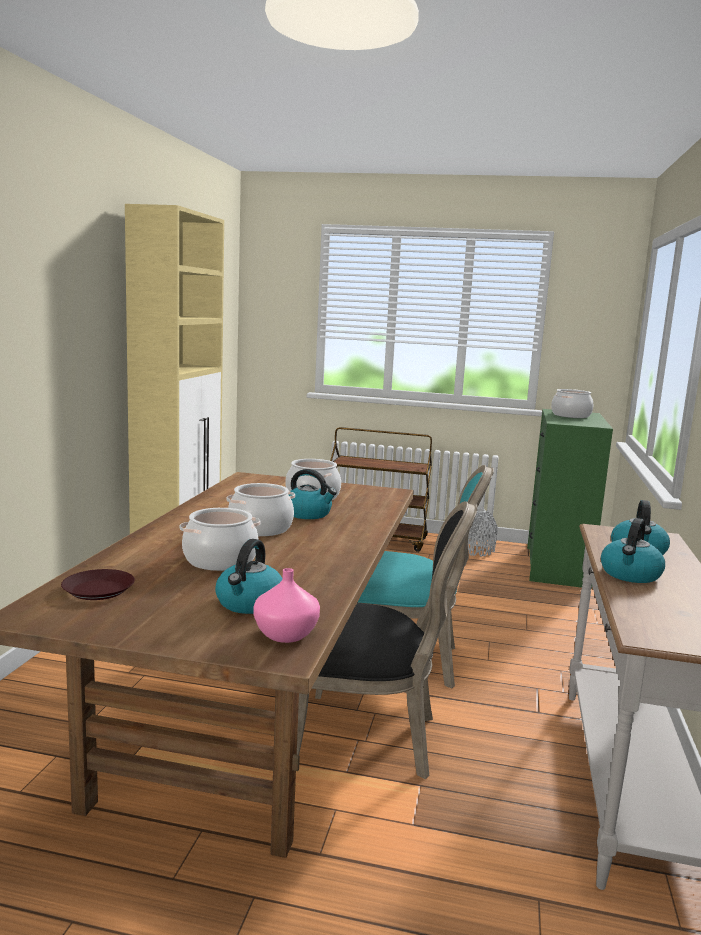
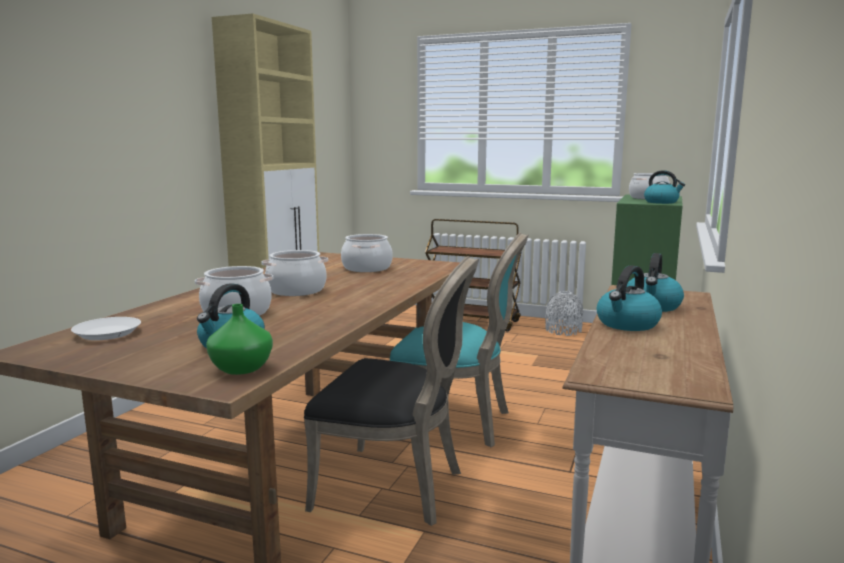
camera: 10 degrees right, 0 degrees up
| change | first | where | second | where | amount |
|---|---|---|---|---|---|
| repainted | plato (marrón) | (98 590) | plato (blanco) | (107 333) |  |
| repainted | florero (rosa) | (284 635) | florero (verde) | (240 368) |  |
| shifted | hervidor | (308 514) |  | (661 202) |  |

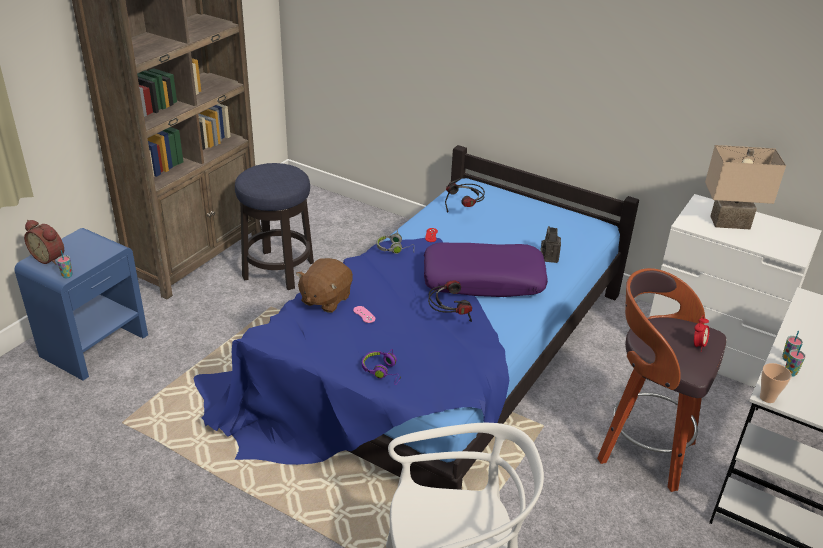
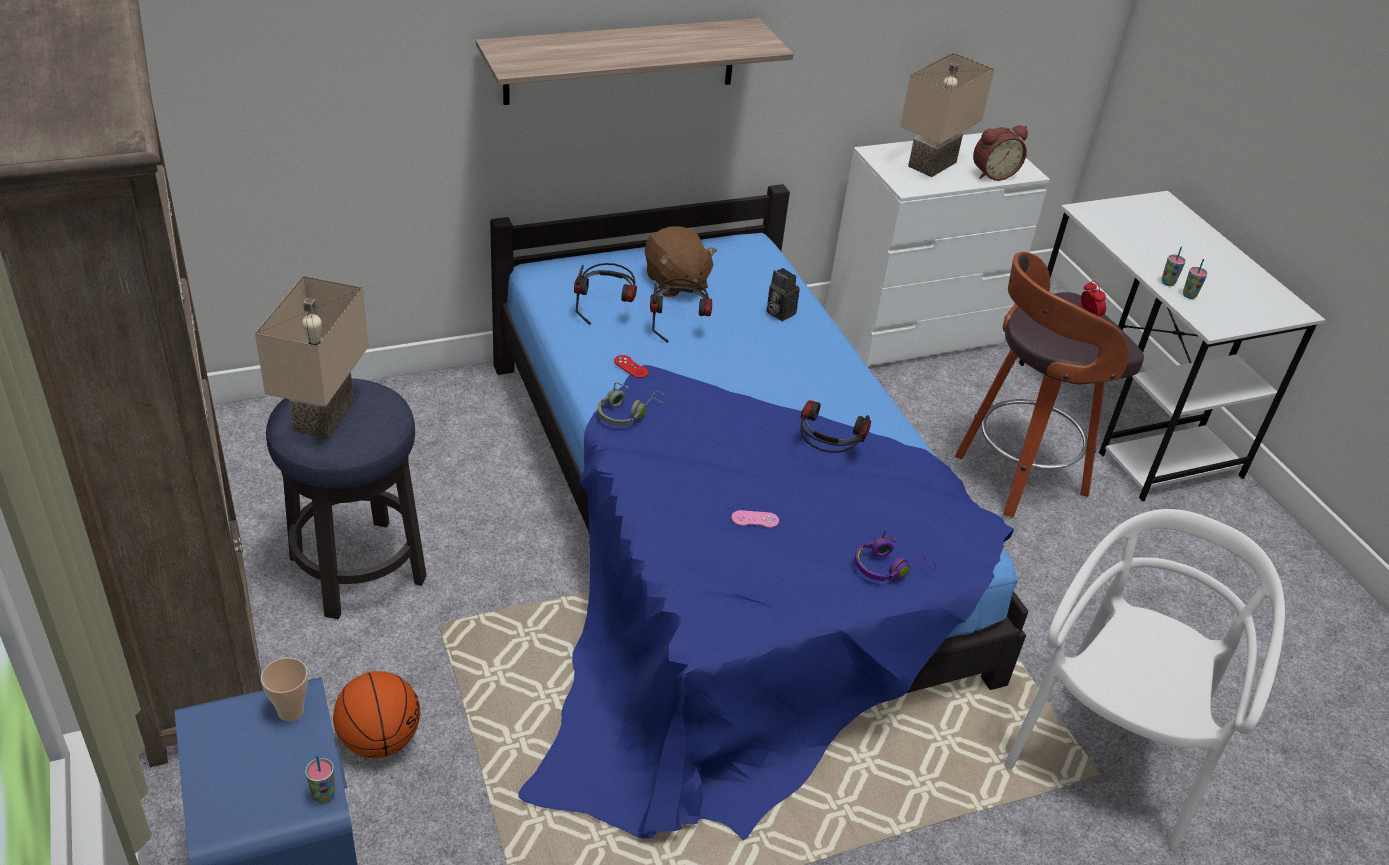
camera: 55 degrees left, 5 degrees up
| change | first | where | second | where | amount |
|---|---|---|---|---|---|
| new |  |  | lámpara de mesa (beis) | (327 418) |  |
| shifted | taza | (767 398) |  | (291 711) |  |
| new |  |  | balón de baloncesto | (379 739) |  |
| new |  |  | estante | (621 61) |  |
| shifted | peluche (marrón) | (325 299) |  | (675 282) |  |
| new |  |  | auriculares | (678 327) |  |
| shifted | despertador | (50 258) |  | (992 173) |  |
| gone | cojín (morado) | (483 280) |  |  |  |

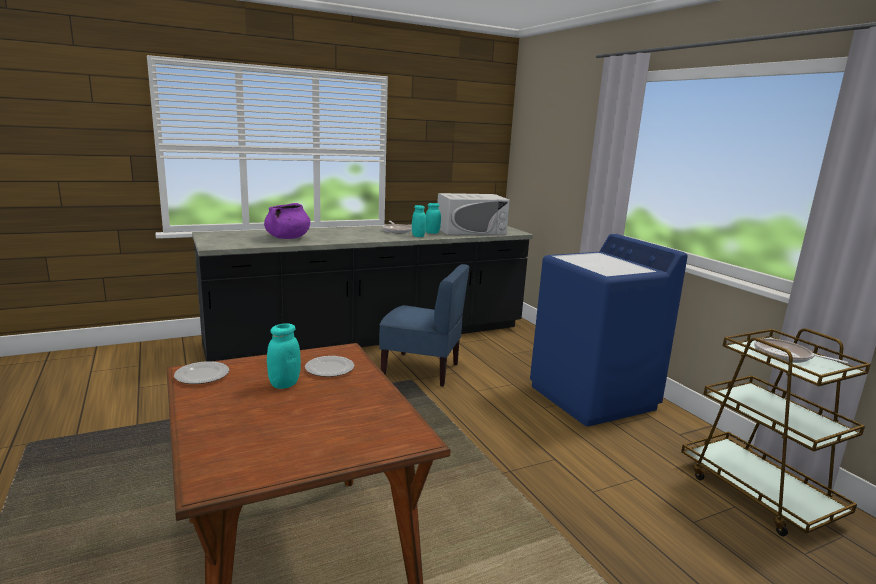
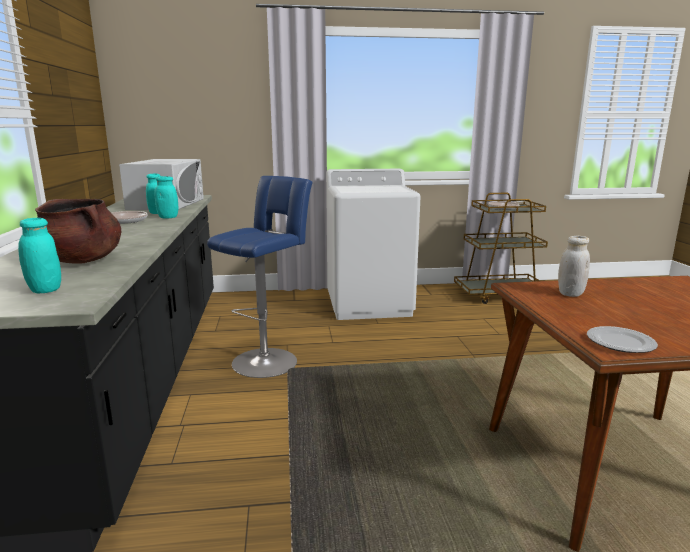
camera: 70 degrees left, 0 degrees up
| change | first | where | second | where | amount |
|---|---|---|---|---|---|
| shifted | tarro (turquesa) | (284 384) |  | (45 290) |  |
| repainted | olla (morado) | (287 238) | olla (marrón) | (82 261) |  |
| swapped | silla (azul) | (421 370) | taburete (azul) | (268 360) |  |
| repainted | lavadora (azul) | (592 397) | lavadora (blanco) | (369 304) |  |
| swapped | plato | (329 369) | tarro (blanco) | (570 293) |  |

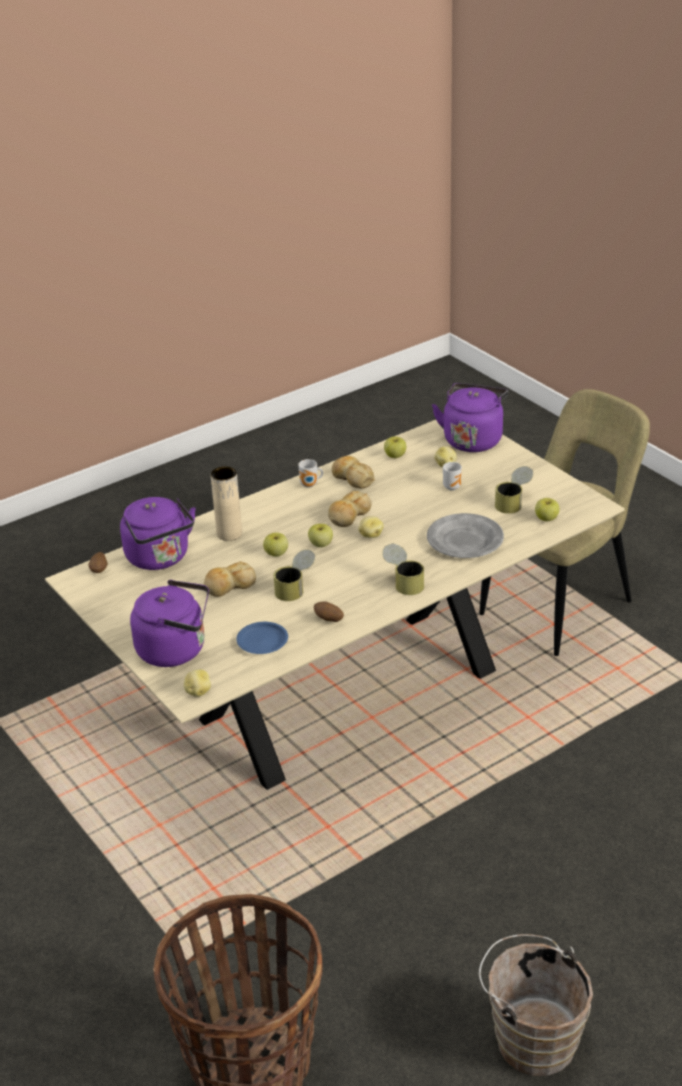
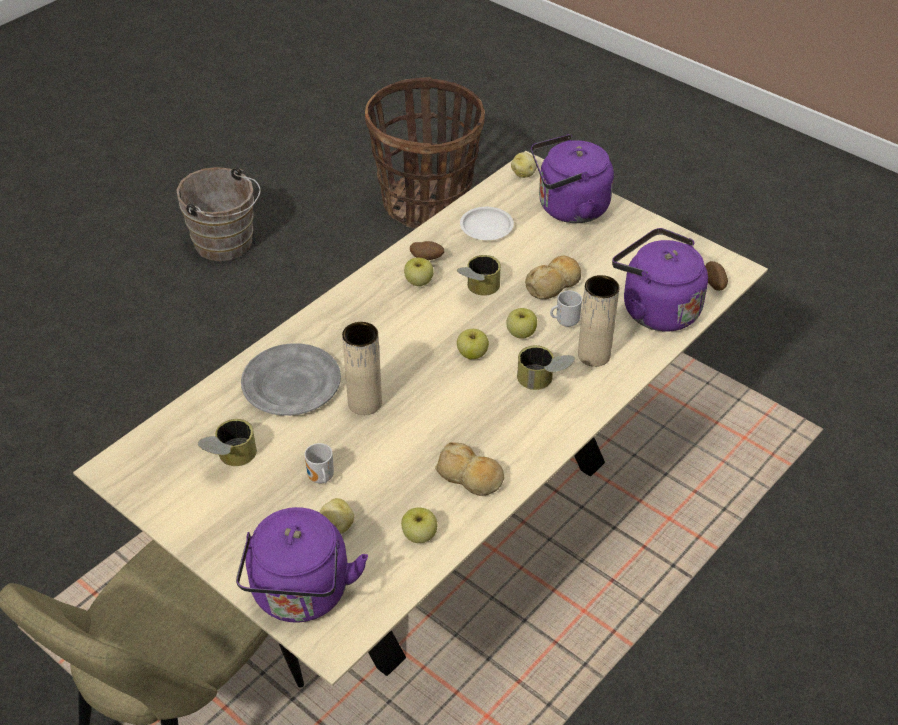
camera: 165 degrees right, 10 degrees up
| change | first | where | second | where | amount |
|---|---|---|---|---|---|
| new |  |  | florero (beis) | (365 403) |  |
| shifted | manzana | (546 518) |  | (418 282) |  |
| repainted | plato (azul) | (263 641) | plato (blanco) | (486 227) |  |
| shifted | lata | (403 582) |  | (544 382) |  |
| shifted | taza grande | (310 485) |  | (565 322) |  |
| gone | pan | (349 516) |  |  |  |
| gone | patata | (370 535) |  |  |  |

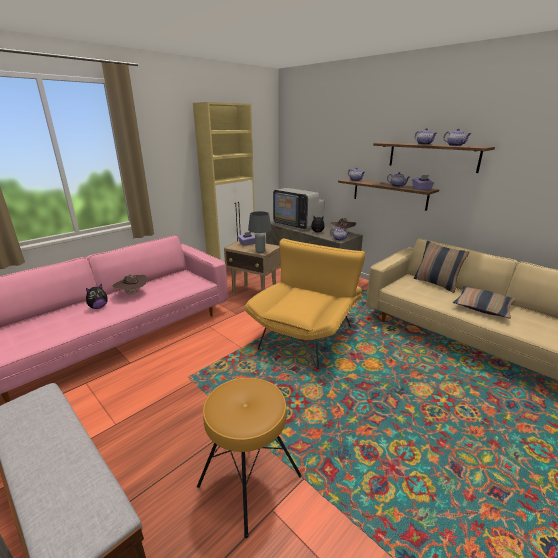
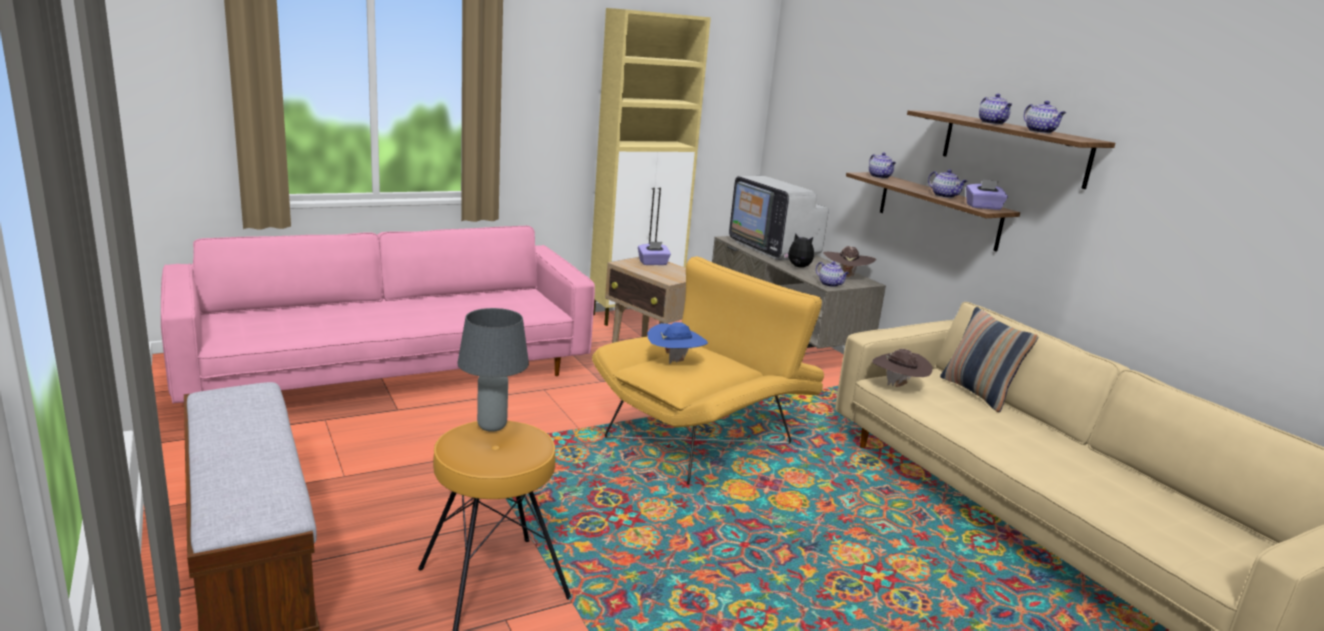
camera: 15 degrees right, 5 degrees down
| change | first | where | second | where | amount |
|---|---|---|---|---|---|
| shifted | lámpara de mesa (gris) | (260 252) |  | (491 426) |  |
| new |  |  | sombrero (azul) | (675 361) |  |
| shifted | sombrero (marrón) | (133 294) |  | (898 387) |  |
| gone | peluche | (98 307) |  |  |  |
| gone | cojín | (483 307) |  |  |  |

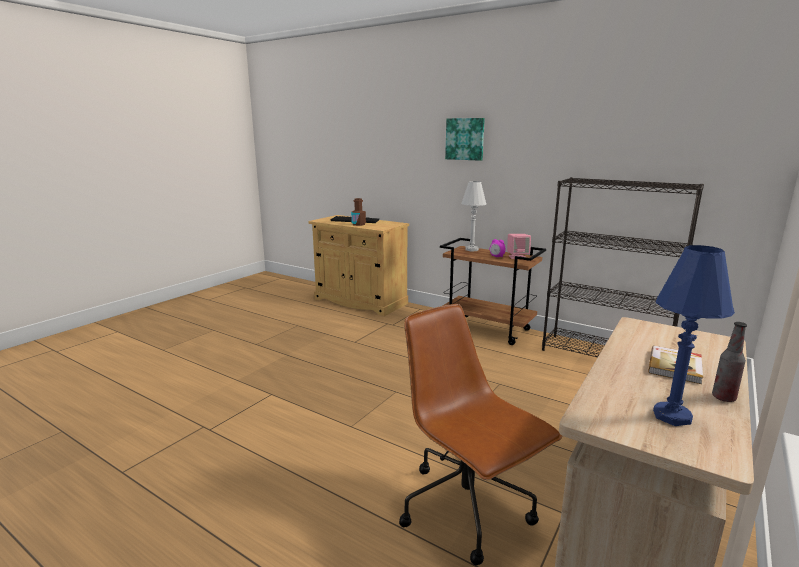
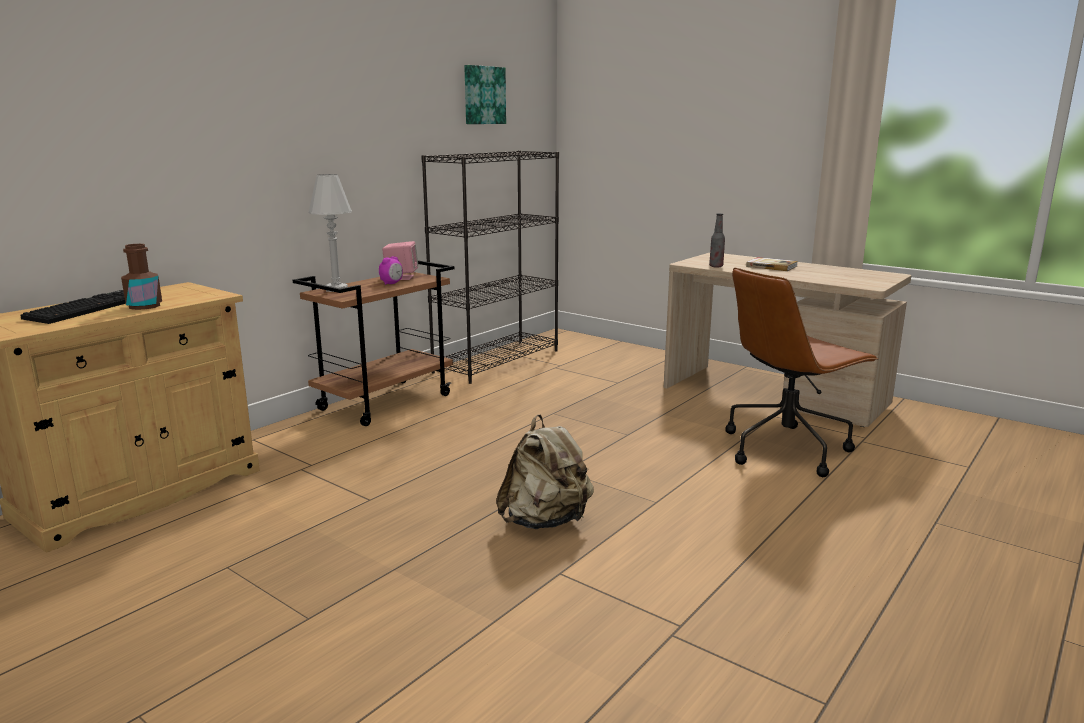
camera: 85 degrees left, 0 degrees up
| change | first | where | second | where | amount |
|---|---|---|---|---|---|
| shifted | cuadro | (465 139) |  | (483 95) |  |
| new |  |  | mochila (beis) | (545 521) |  |
| shifted | botella | (723 398) |  | (716 266) |  |
| gone | lámpara de mesa (azul) | (672 416) |  |  |  |

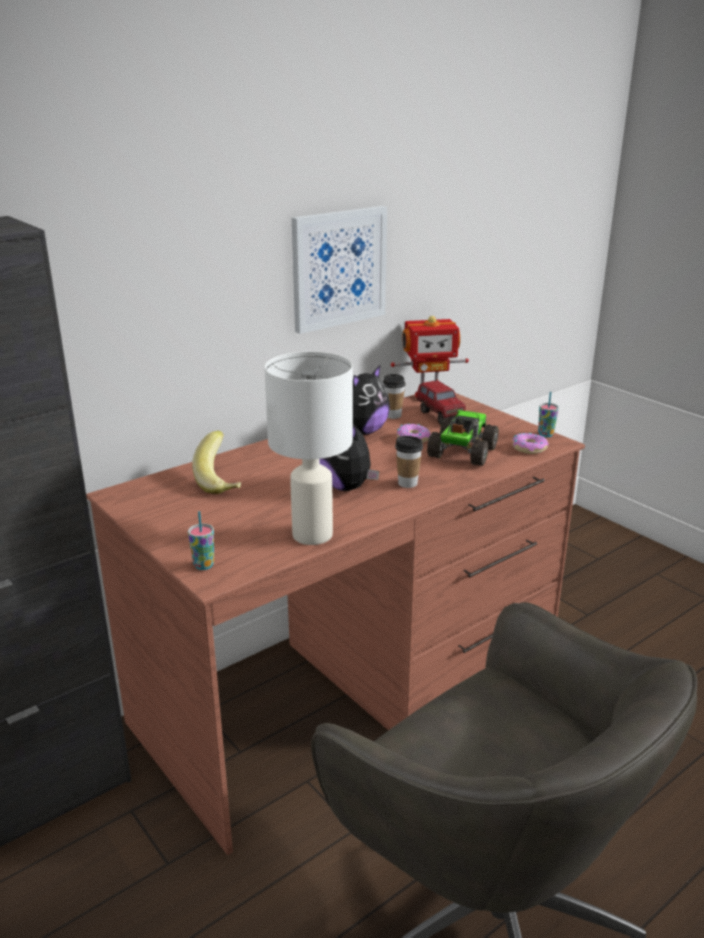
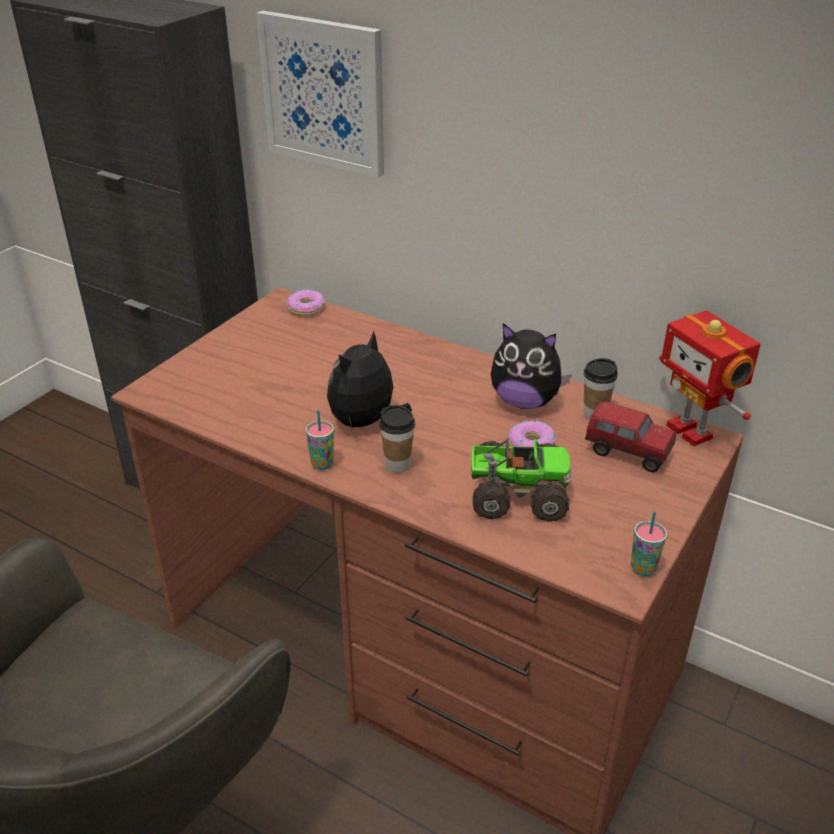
camera: 70 degrees right, 10 degrees up
| change | first | where | second | where | amount |
|---|---|---|---|---|---|
| shifted | cuadro | (338 268) |  | (324 93) |  |
| shifted | rosquilla | (529 448) |  | (307 308) |  |
| shifted | taza | (204 565) |  | (322 464) |  |
| rotated | camión de juguete | (440 416) |  | (627 453) | 105 degrees counterclockwise |
| gone | plátano | (223 482) |  |  |  |
| gone | lámpara de mesa (blanco) | (312 534) |  |  |  |

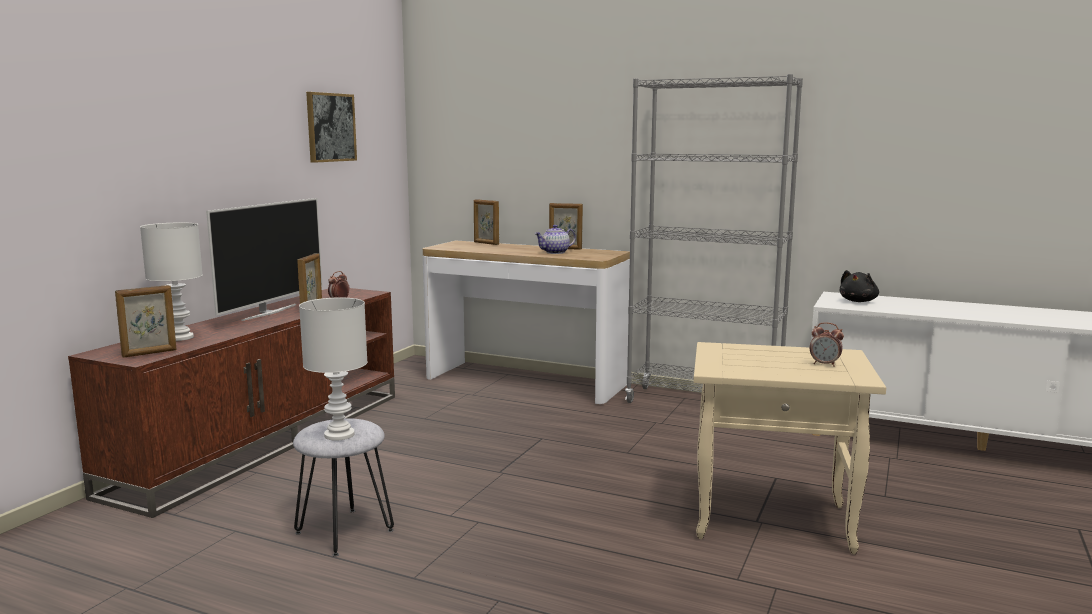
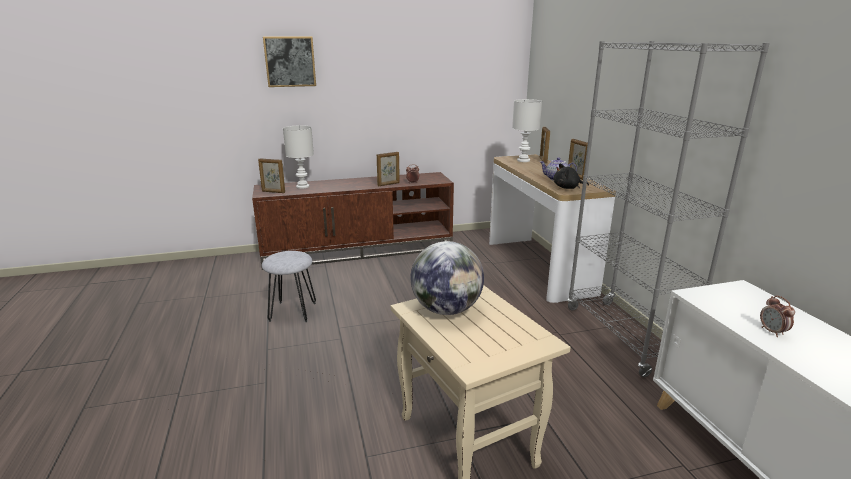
camera: 50 degrees right, 10 degrees up
| change | first | where | second | where | amount |
|---|---|---|---|---|---|
| shifted | cuadro | (330 127) |  | (290 61) |  |
| new |  |  | globo terráqueo | (446 309) |  |
| shifted | lámpara de mesa (blanco) | (338 435) |  | (522 160) |  |
| shifted | peluche (negro) | (858 301) |  | (567 188) |  |
| shifted | despertador | (824 364) |  | (772 332) |  |
| gone | televisor | (268 312) |  |  |  |

